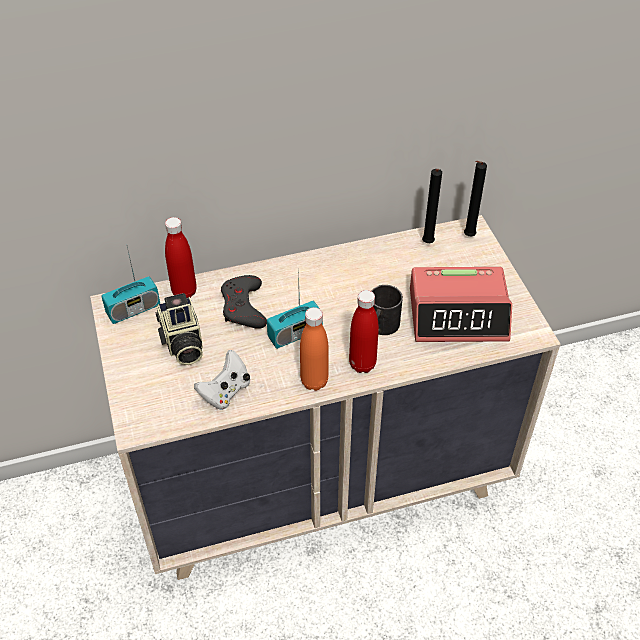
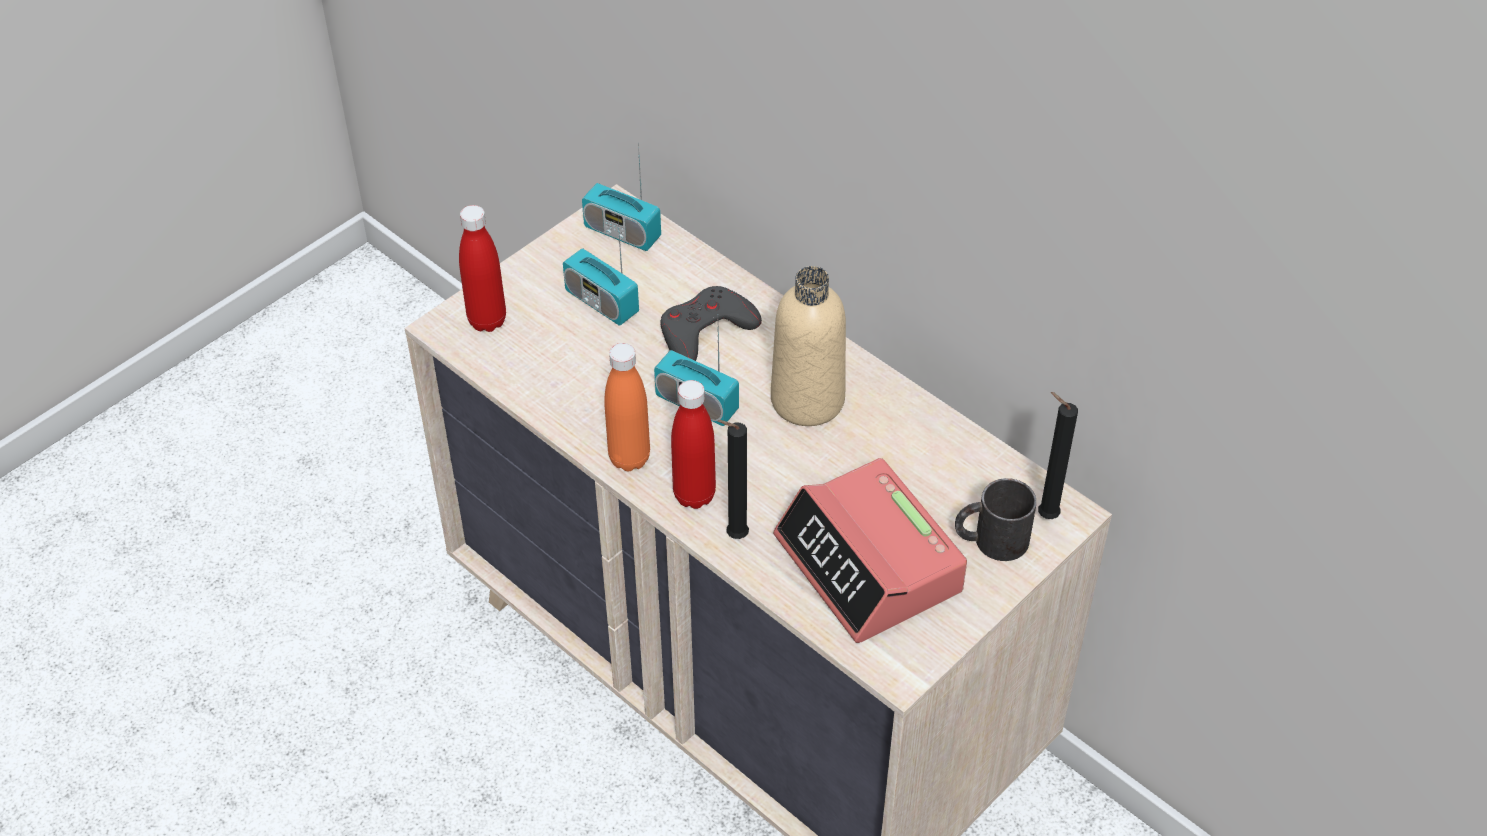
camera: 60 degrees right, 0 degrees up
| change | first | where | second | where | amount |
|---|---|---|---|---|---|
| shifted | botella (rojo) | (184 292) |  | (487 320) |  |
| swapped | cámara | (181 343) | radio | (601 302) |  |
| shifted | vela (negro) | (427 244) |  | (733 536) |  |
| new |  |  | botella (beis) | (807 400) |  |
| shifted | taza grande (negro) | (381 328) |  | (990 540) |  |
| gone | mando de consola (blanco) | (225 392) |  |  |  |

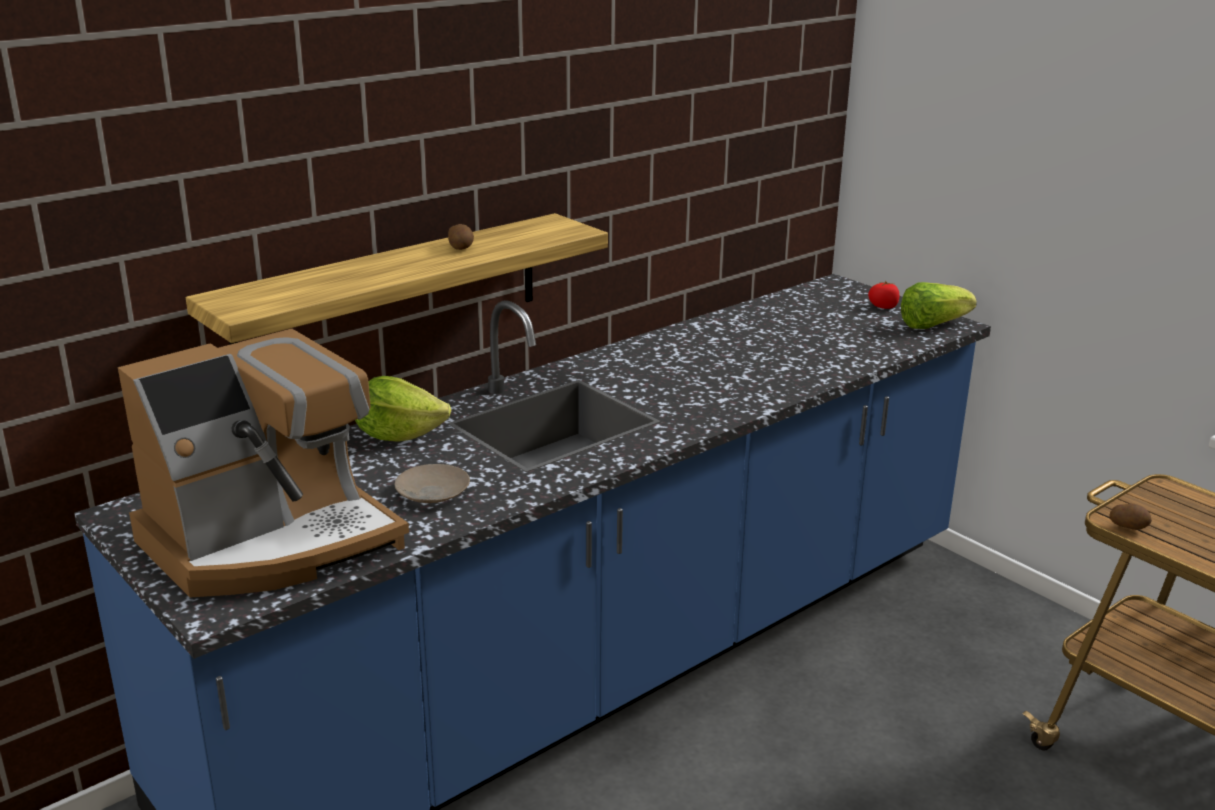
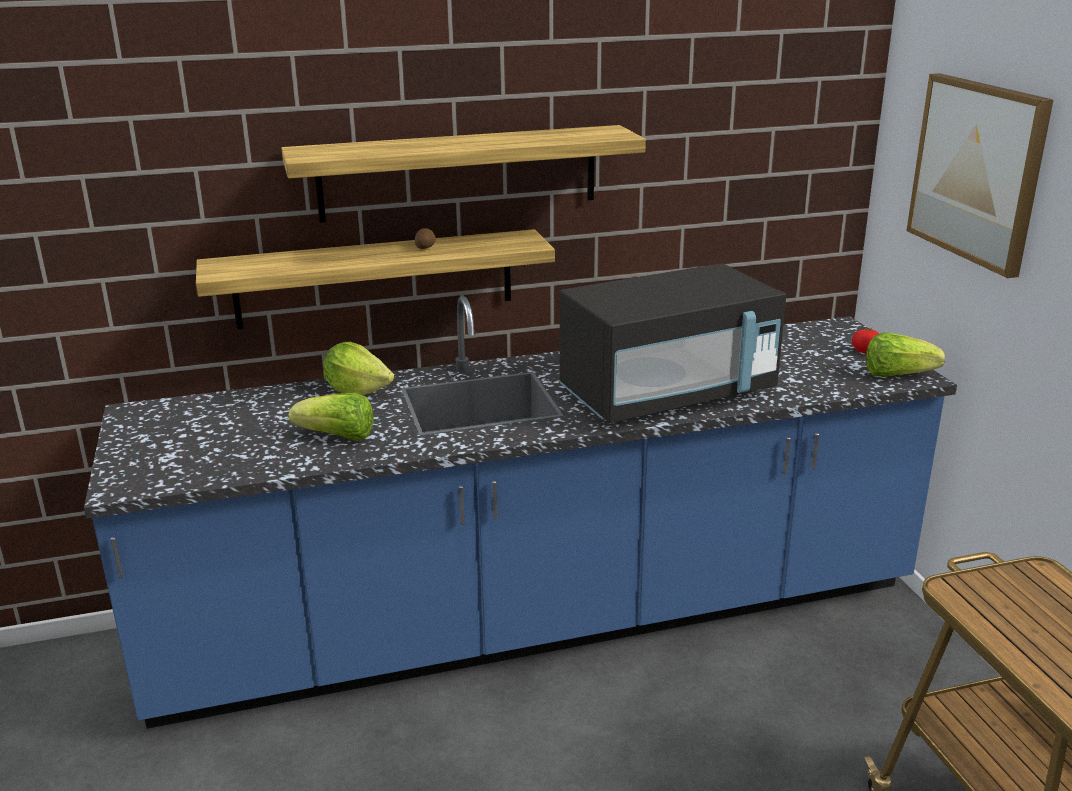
camera: 25 degrees right, 0 degrees up
| change | first | where | second | where | amount |
|---|---|---|---|---|---|
| new |  |  | estante | (459 173) |  |
| swapped | plato (beis) | (432 492) | lechuga | (337 437) |  |
| new |  |  | microondas (negro) | (668 394) |  |
| new |  |  | cuadro | (977 171) |  |
| gone | cafetera | (272 541) |  |  |  |
| gone | patata | (1128 526) |  |  |  |

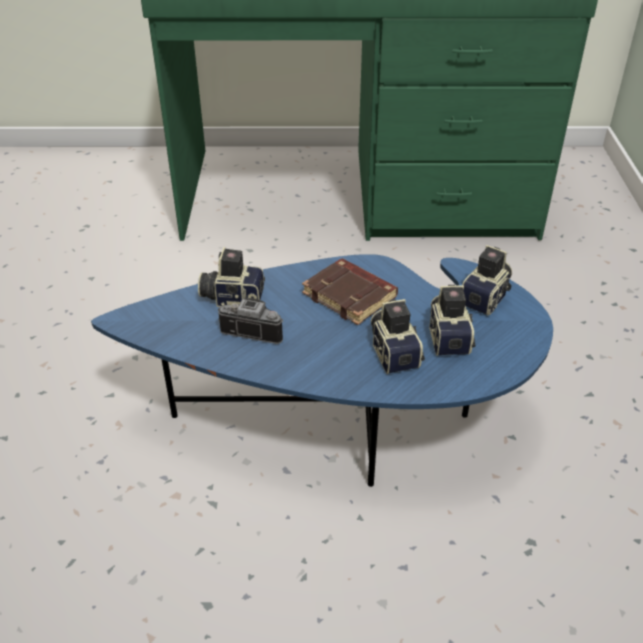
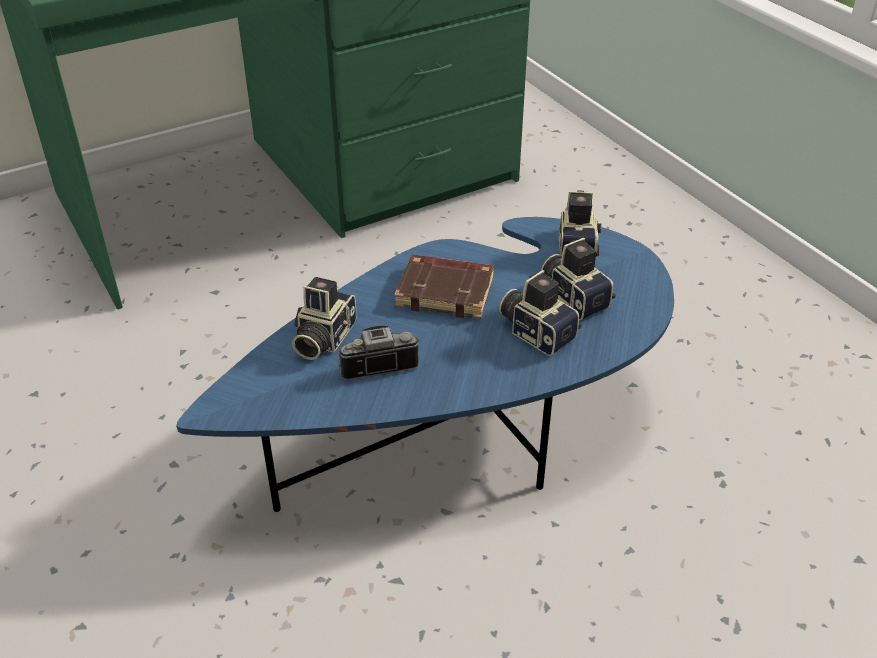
camera: 30 degrees left, 0 degrees up
| change | first | where | second | where | amount |
|---|---|---|---|---|---|
| rotated | cámara | (233 297) |  | (322 338) | 45 degrees counterclockwise |

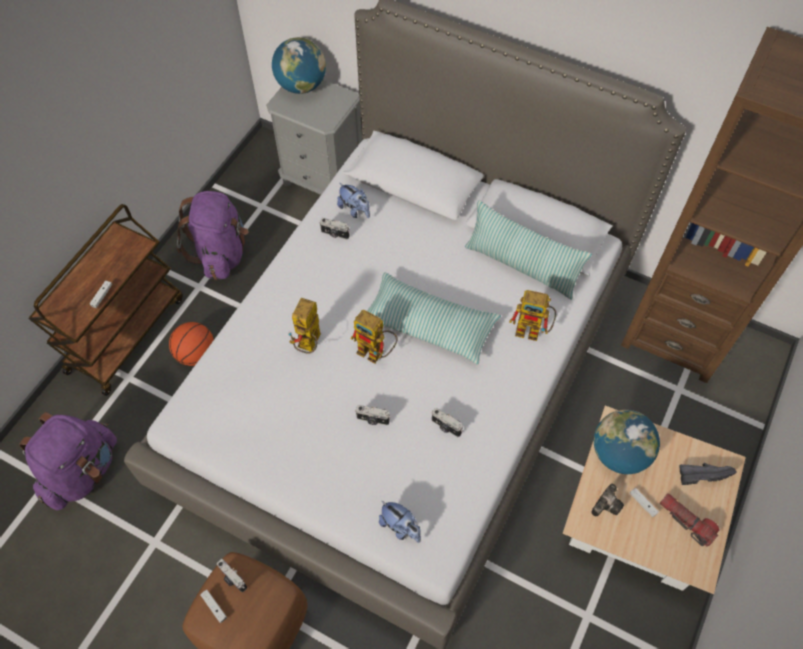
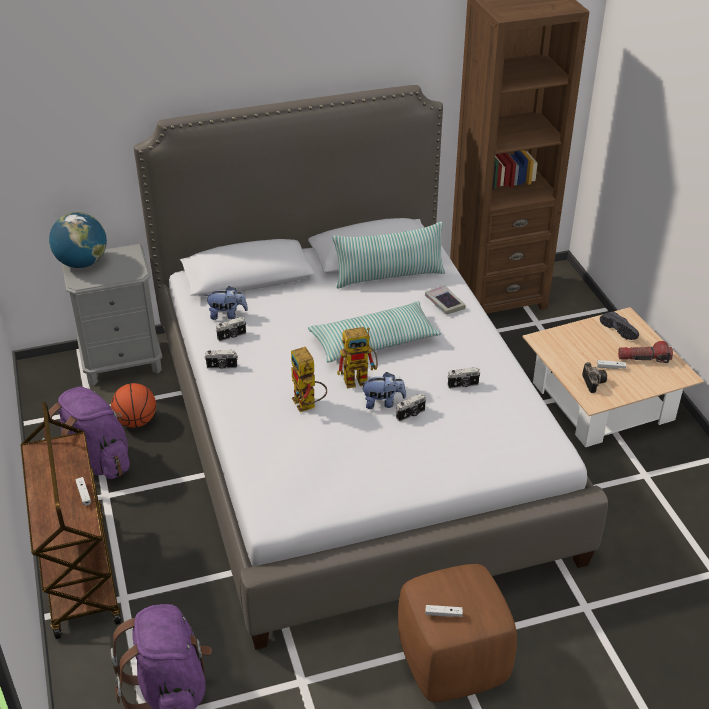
camera: 45 degrees left, 20 degrees down
| change | first | where | second | where | amount |
|---|---|---|---|---|---|
| shifted | balón de baloncesto | (196 354) |  | (136 421) |  |
| shifted | cámara | (232 579) |  | (222 367) |  |
| shifted | peluche | (400 527) |  | (383 403) |  |
| swapped | robot de juguete | (533 330) | libro | (444 303) |  |
| rotated | zapato (negro) | (702 474) |  | (620 330) | 105 degrees clockwise |
| gone | globo terráqueo | (619 454) |  |  |  |

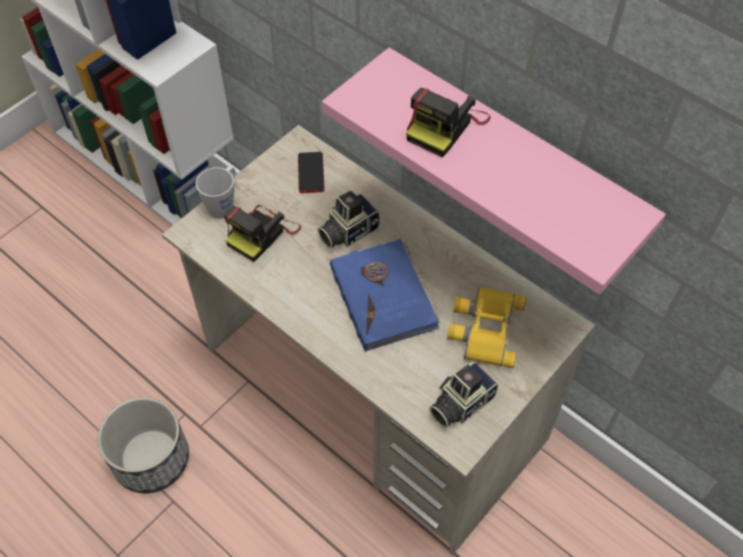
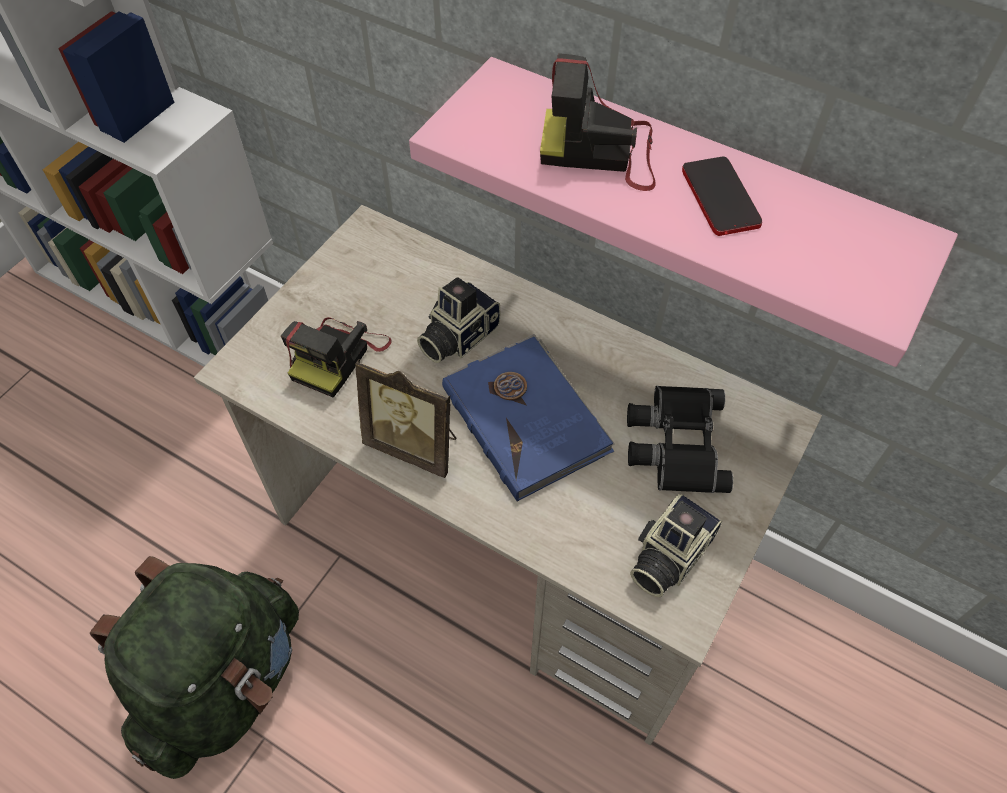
camera: 10 degrees left, 0 degrees up
| change | first | where | second | where | amount |
|---|---|---|---|---|---|
| swapped | maceta | (151 458) | mochila (verde) | (225 683) |  |
| new |  |  | portarretratos | (414 445) |  |
| rotated | cámara | (445 126) |  | (601 152) | 75 degrees clockwise |
| repainted | prismáticos (amarillo) | (484 328) | prismáticos (negro) | (674 442) |  |
| shifted | móvil | (311 173) |  | (720 197) |  |
| gone | taza grande (gris) | (223 204) |  |  |  |

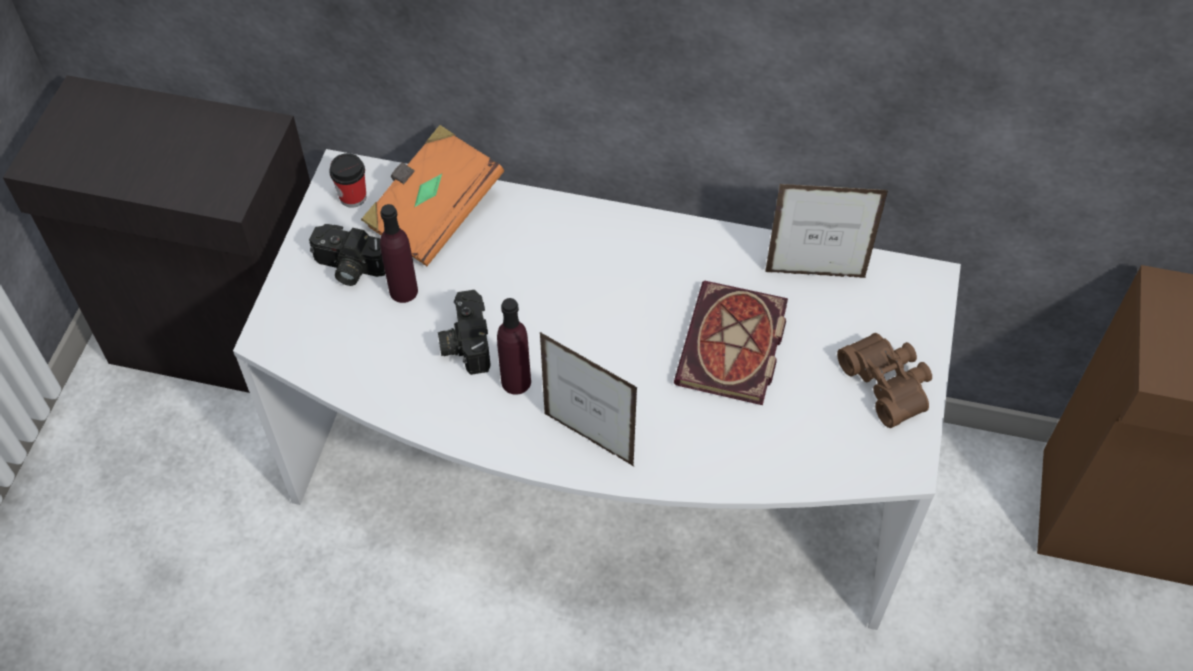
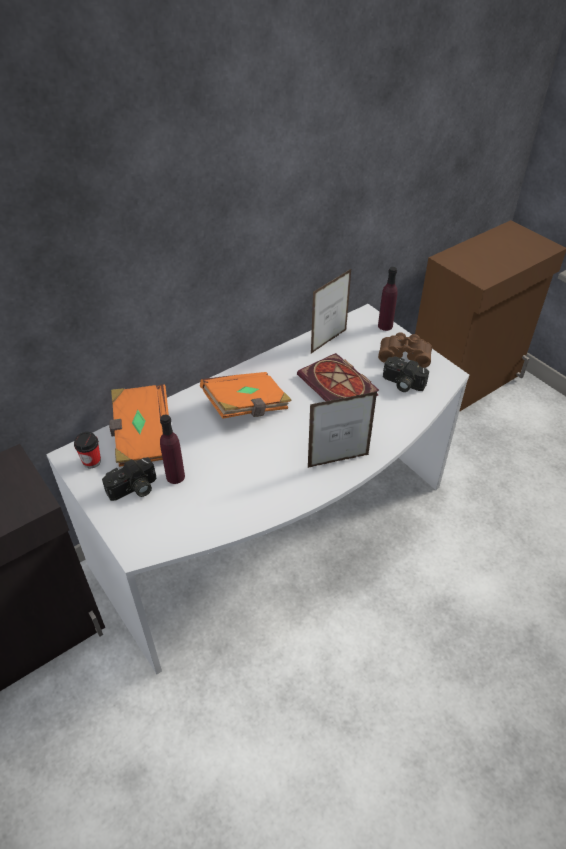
camera: 50 degrees left, 10 degrees down
| change | first | where | second | where | amount |
|---|---|---|---|---|---|
| new |  |  | libro (naranja) | (247 407) |  |
| shifted | botella (morado) | (516 381) |  | (385 326) |  |
| shifted | cámara | (464 342) |  | (402 384) |  |

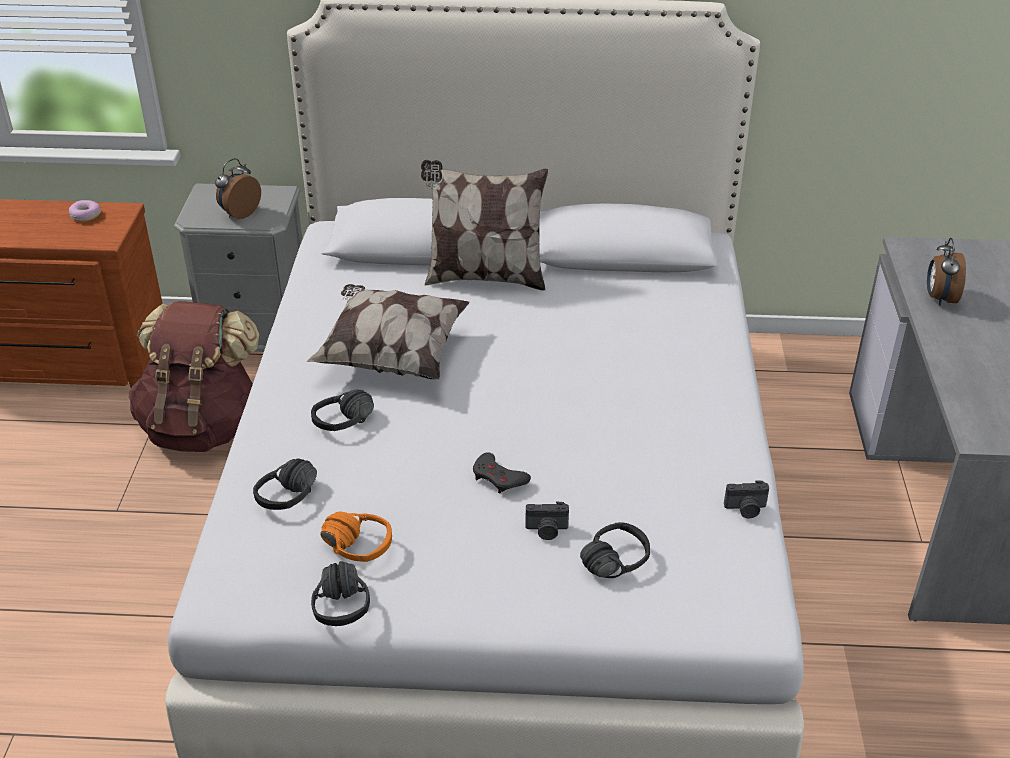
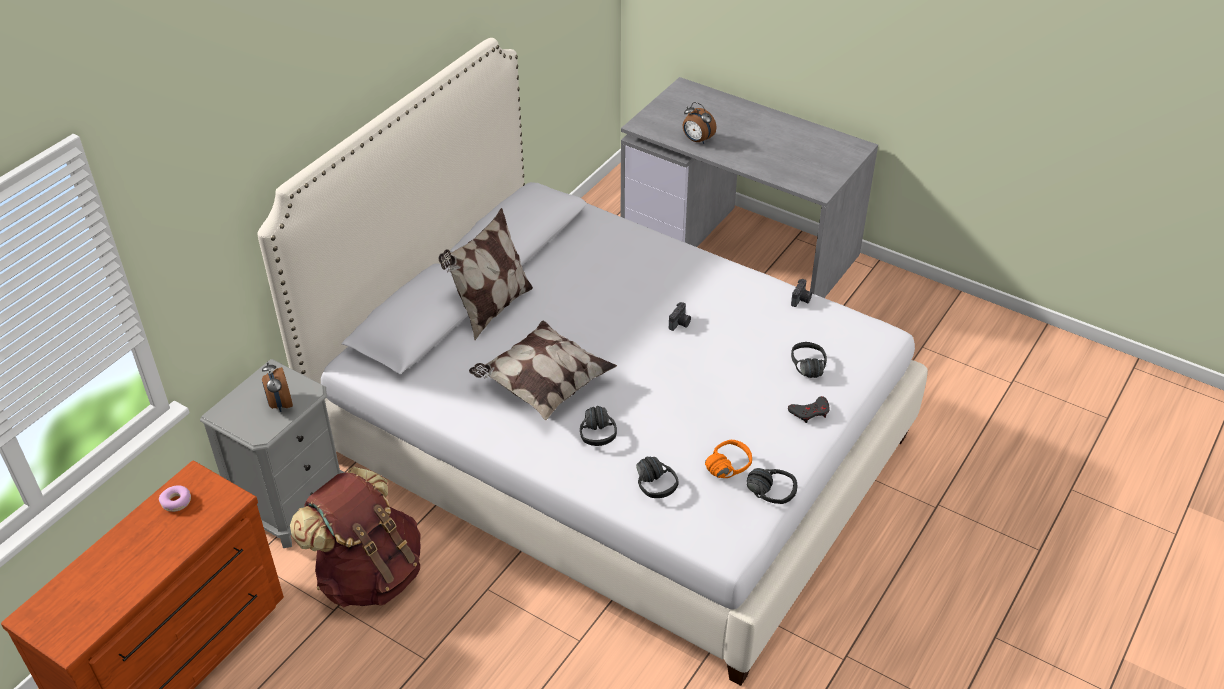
camera: 60 degrees left, 5 degrees up
| change | first | where | second | where | amount |
|---|---|---|---|---|---|
| shifted | cámara | (546 530) |  | (680 323) |  |
| shifted | mando de consola (gris) | (499 478) |  | (810 412) |  |

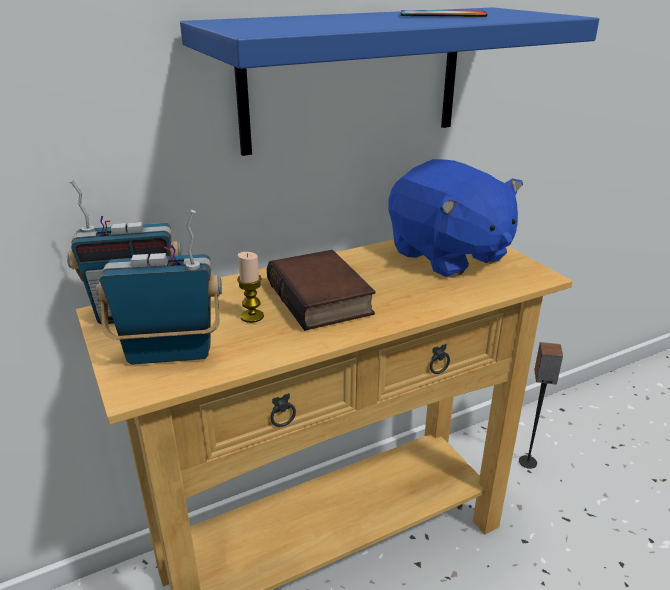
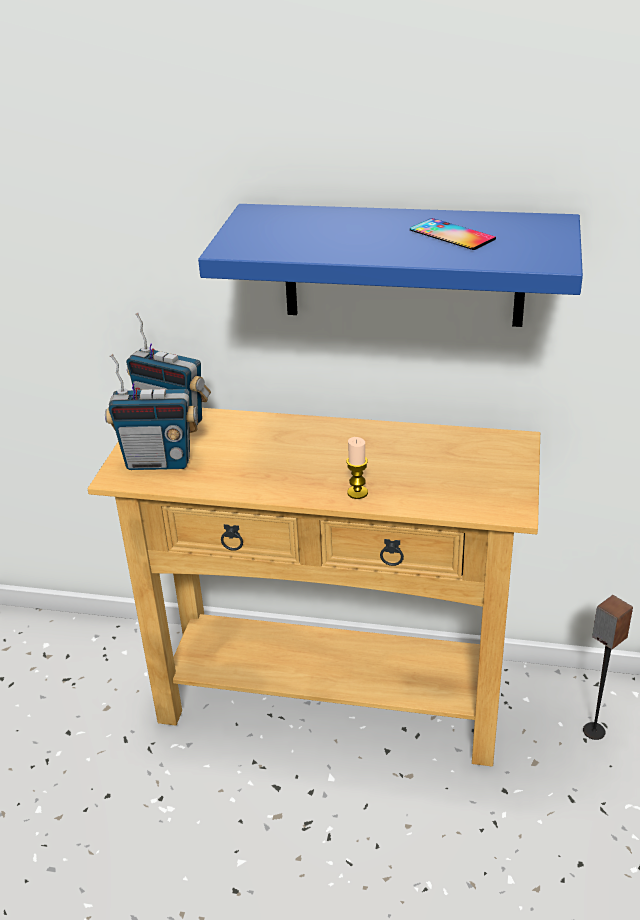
camera: 40 degrees right, 5 degrees up
| change | first | where | second | where | amount |
|---|---|---|---|---|---|
| rotated | radio | (170 354) |  | (159 461) | 150 degrees clockwise |
| shifted | vela | (252 316) |  | (357 493) |  |
| gone | libro | (323 298) |  |  |  |
| gone | peluche (azul) | (448 255) |  |  |  |

